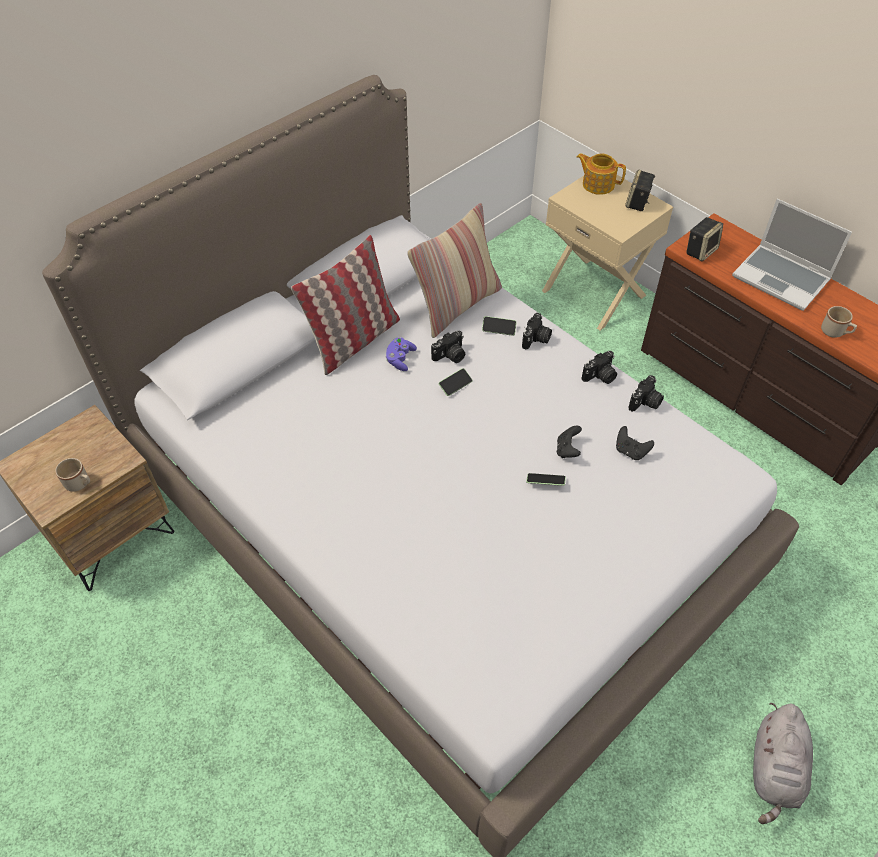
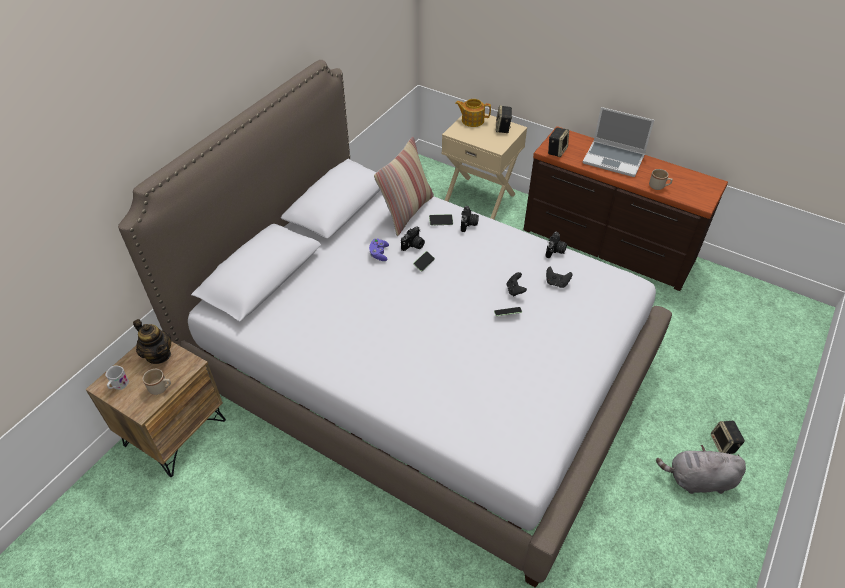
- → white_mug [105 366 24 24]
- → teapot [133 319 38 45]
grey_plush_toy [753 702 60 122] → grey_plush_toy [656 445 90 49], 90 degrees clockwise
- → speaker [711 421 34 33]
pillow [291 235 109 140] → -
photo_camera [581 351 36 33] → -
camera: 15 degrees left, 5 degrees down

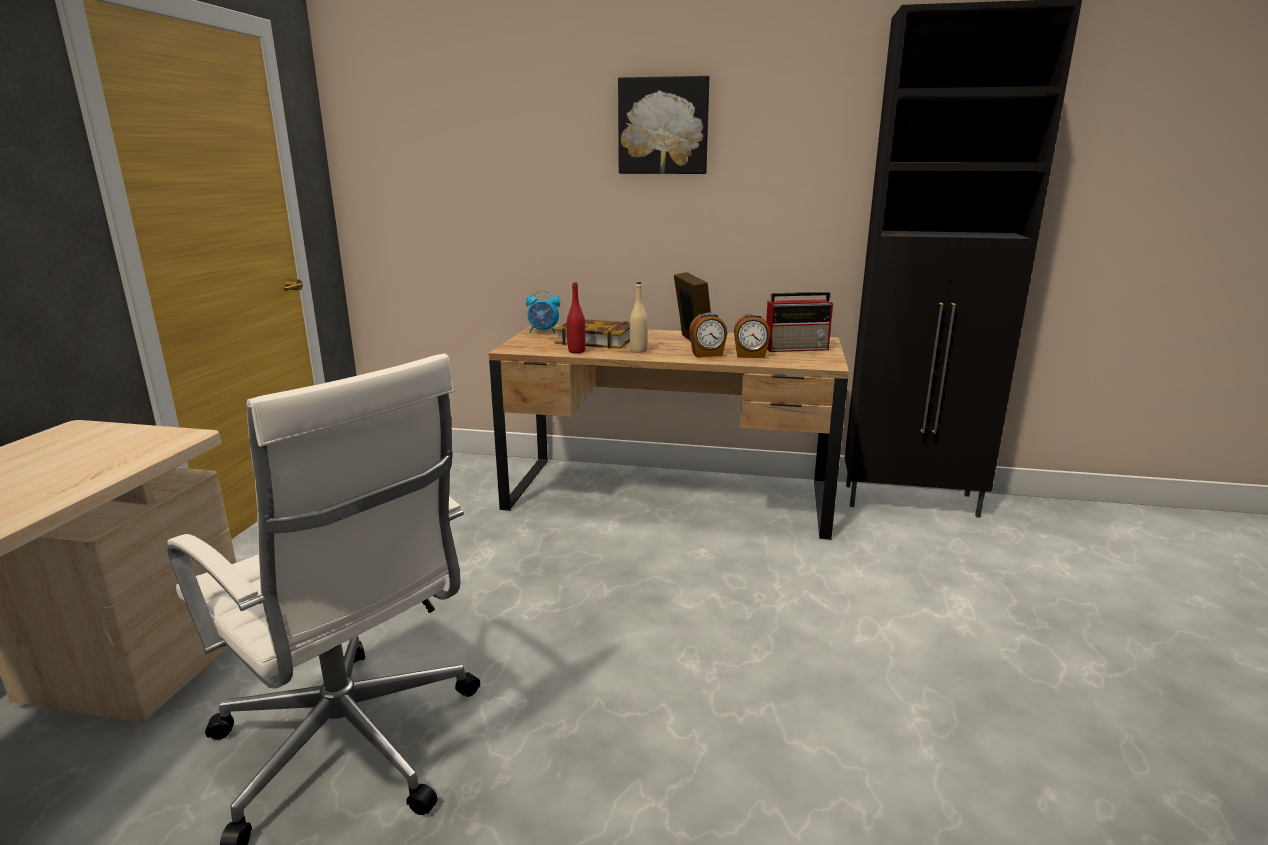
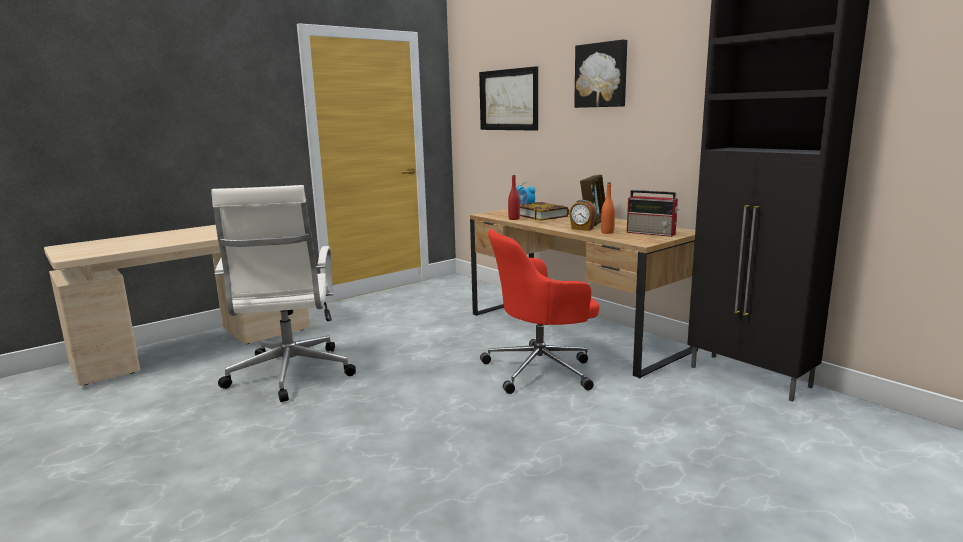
- → picture [479 66 59 65]
- → red_office_chair [480 229 119 165]
alarm_clock [734 313 36 45] → orange_bottle [601 182 14 52]
beige_bottle [630 282 18 71] → -
camera: 40 degrees right, 5 degrees down

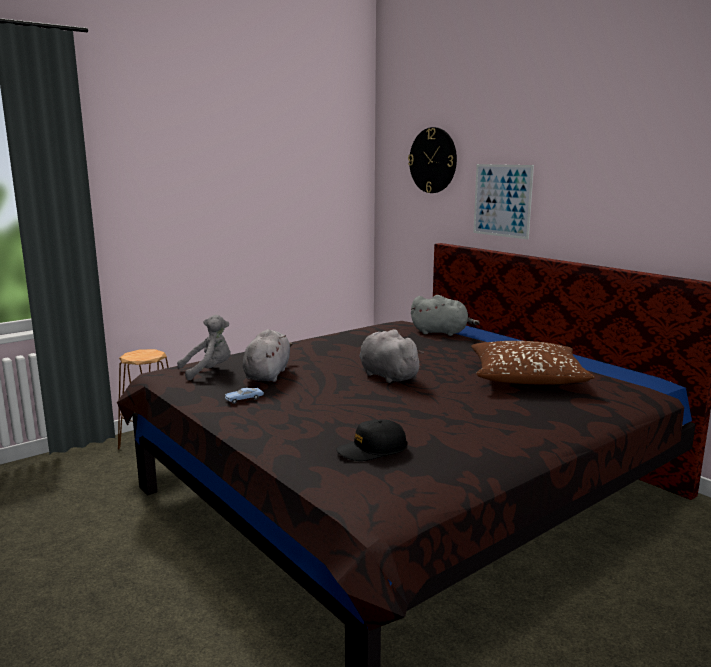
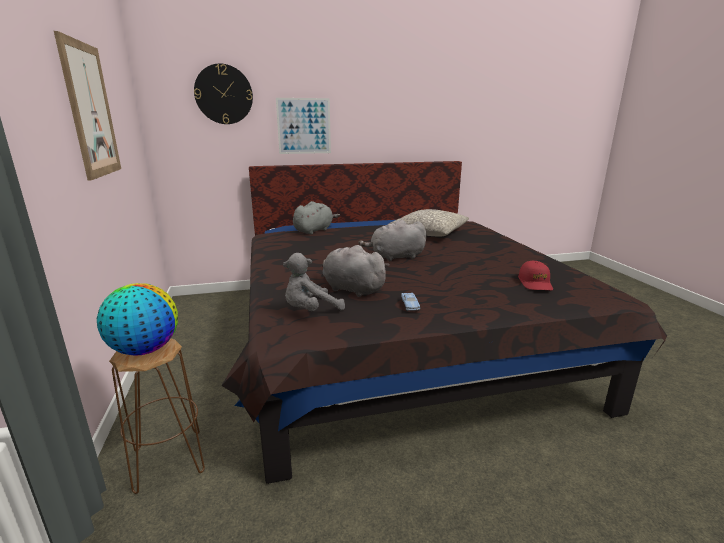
- → picture [54 31 67 150]
- → globe [97 283 81 73]
grey_plush_toy [177 315 54 66] → grey_plush_toy [283 253 62 58], 120 degrees counterclockwise
brown_pillow [471 341 124 43] → grey_pillow [391 209 78 28]
black_cap [336 419 71 42] → red_cap [518 261 35 29]
camera: 65 degrees left, 5 degrees up

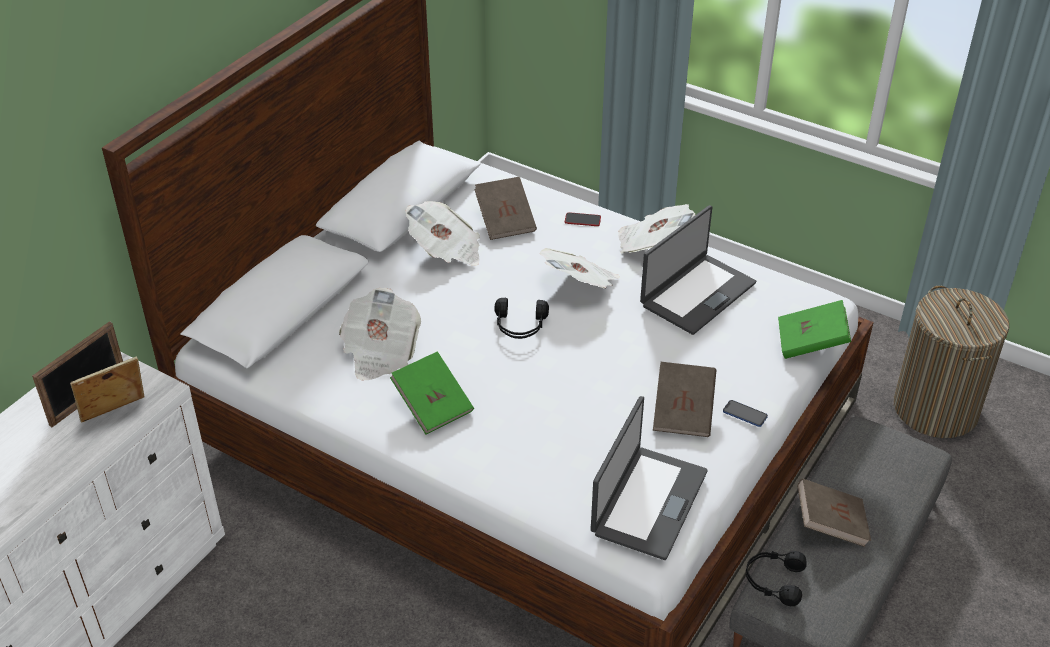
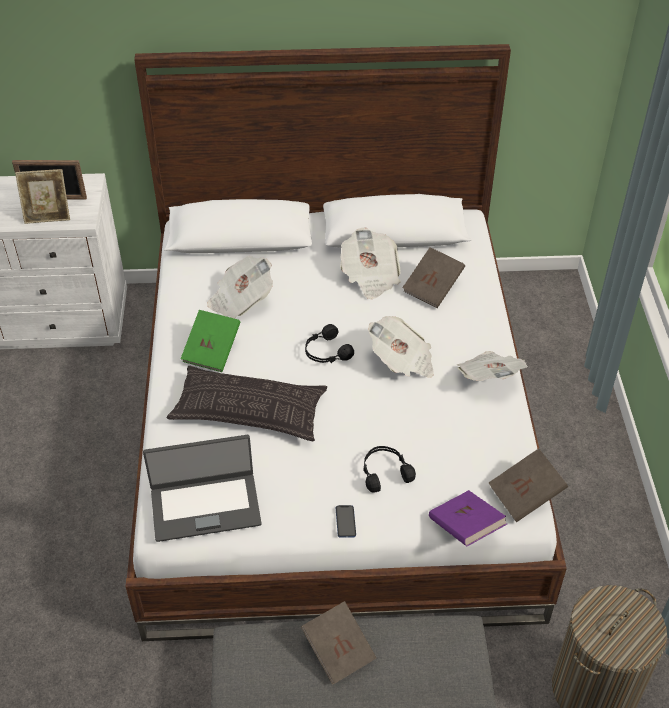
picture_frame [70 356 74 67] → picture_frame [15 169 55 55], 150 degrees clockwise
- → pillow [167 366 160 75]
black_headphones [746 551 61 55] → black_headphones [364 446 52 46], shifted
green_book [778 300 73 59] → purple_book [429 490 78 57]
brown_book [653 362 63 75] → brown_book [489 448 79 74], shifted
phone [565 212 36 14] → -
laptop [640 205 116 130] → -
camera: 55 degrees right, 5 degrees up

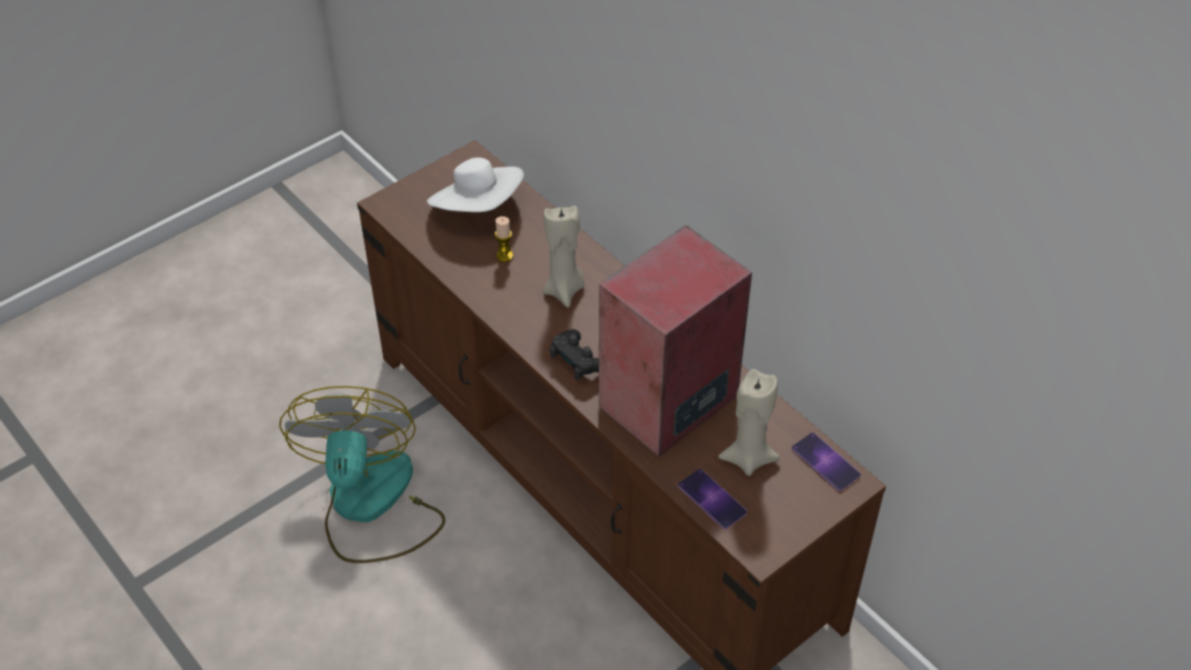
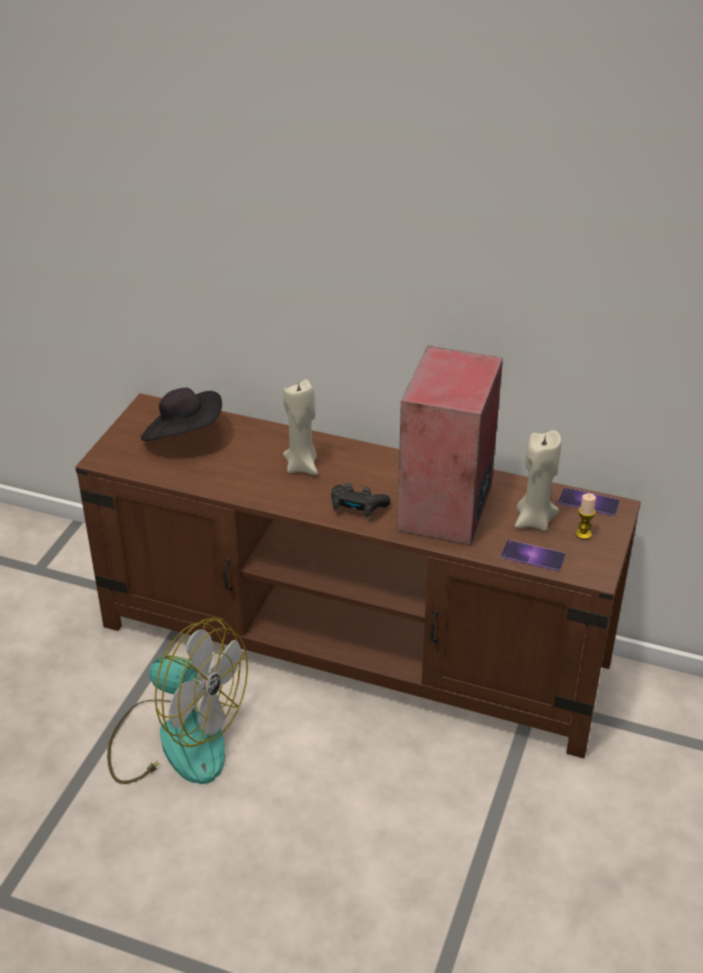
fan [279 386 167 177] → fan [107 618 141 166], 150 degrees clockwise
white_hat [427 158 97 54] → black_hat [141 388 81 53]
candle [495 216 18 46] → candle [575 493 21 47], shifted
camera: 30 degrees left, 10 degrees down

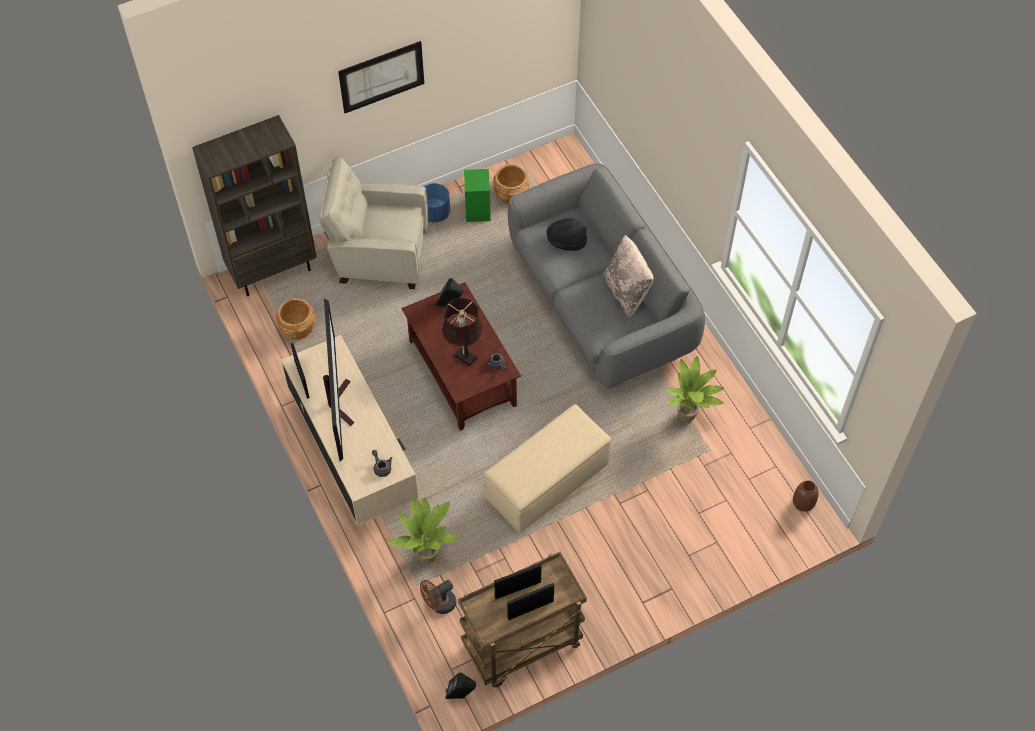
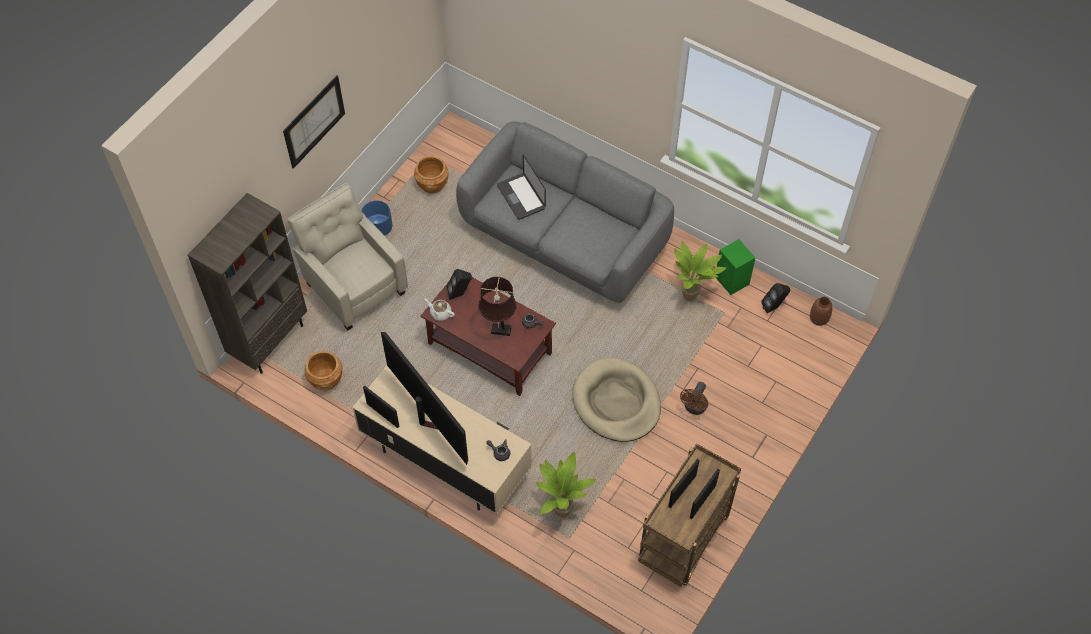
beige_armchair [318 157 111 132] → beige_armchair [287 183 121 147], 75 degrees clockwise
- → white_teapot [424 299 31 22]
black_hat [547 218 40 33] → laptop [497 155 49 65]
beige_ottoman [484 404 127 128] → beige_dog_bed [572 357 89 85]
brown_fan [420 580 36 34] → brown_fan [680 382 28 33], shifted
green_speaker [464 169 27 53] → green_speaker [716 239 40 56], shifted
black_speaker [446 673 30 26] → black_speaker [761 283 29 31], shifted
beige_pillow [604 235 50 83] → -
camera: 30 degrees left, 0 degrees up

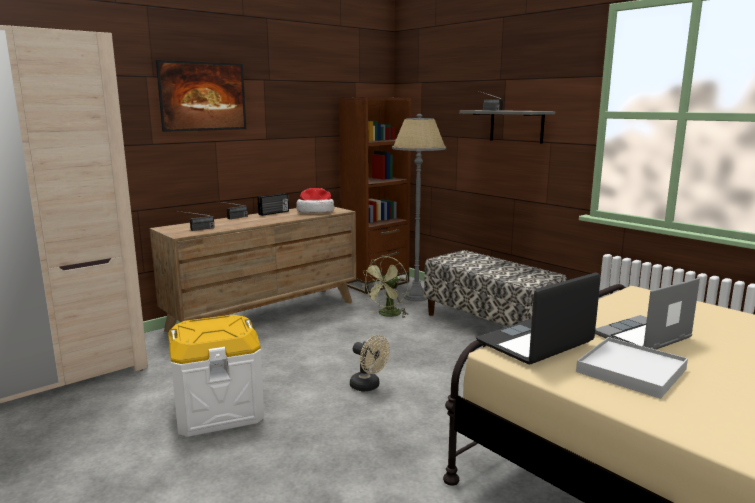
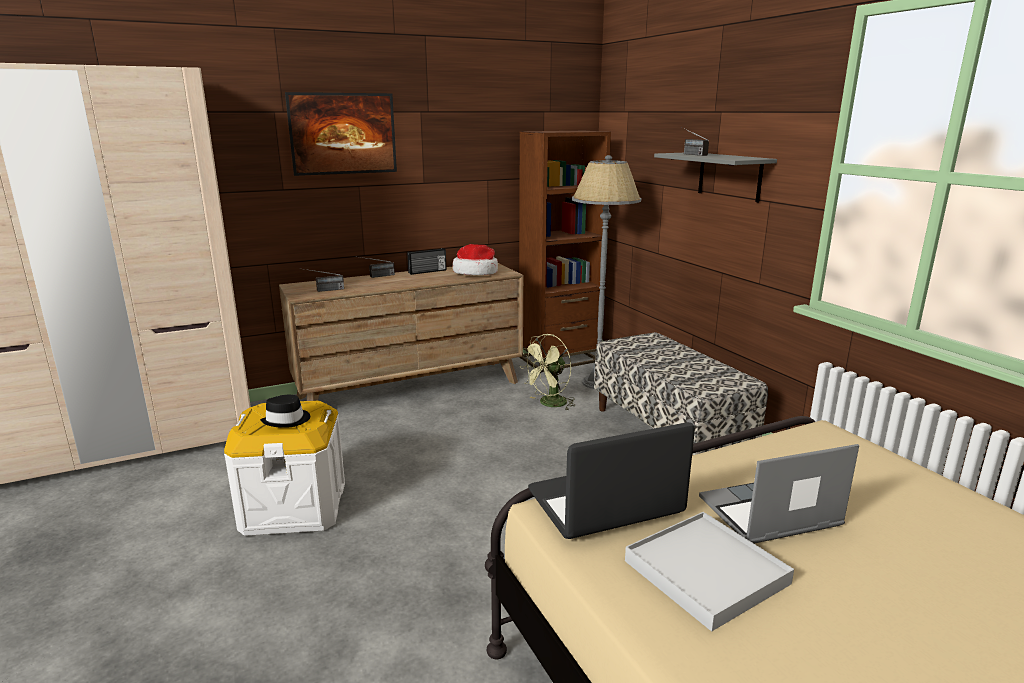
- → black_hat [260 395 50 33]
beige_fan [350 335 40 56] → -
camera: 15 degrees right, 5 degrees up

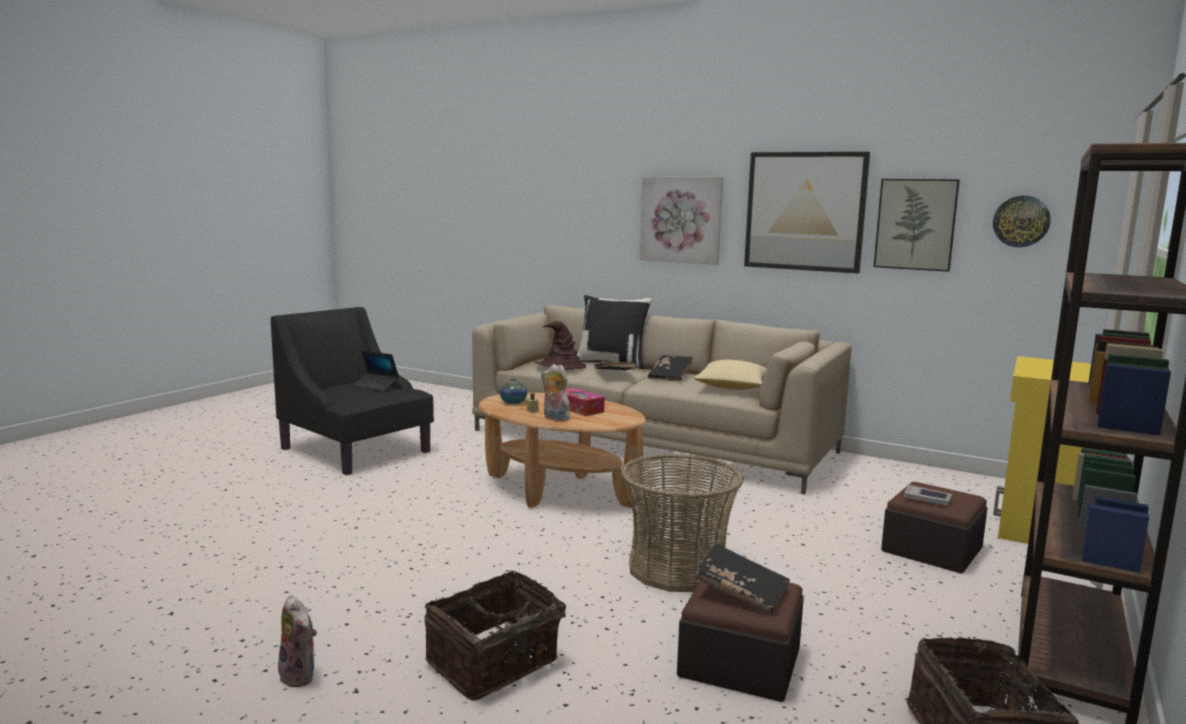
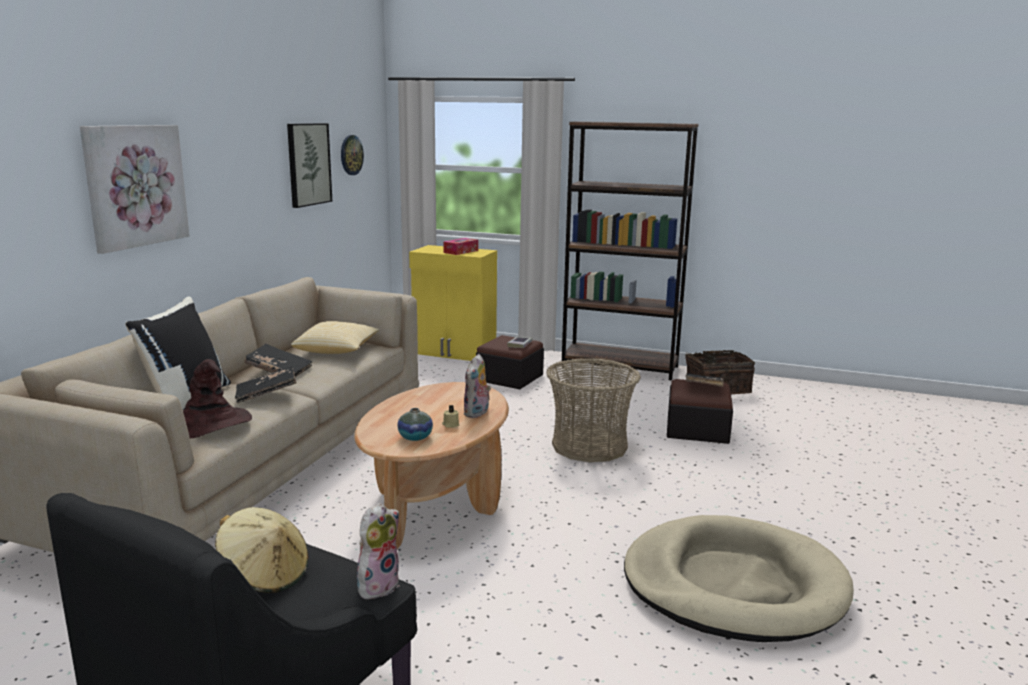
laptop [352 350 47 41] → beige_hat [215 507 93 86]
plush_toy [278 595 39 93] → plush_toy [357 503 42 97], shifted
tissue_box [566 388 39 28] → tissue_box [443 238 35 17], shifted
- → beige_dog_bed [624 515 230 127]
basket [425 570 149 131] → -
picture [744 152 126 121] → -
camera: 100 degrees left, 5 degrees up

